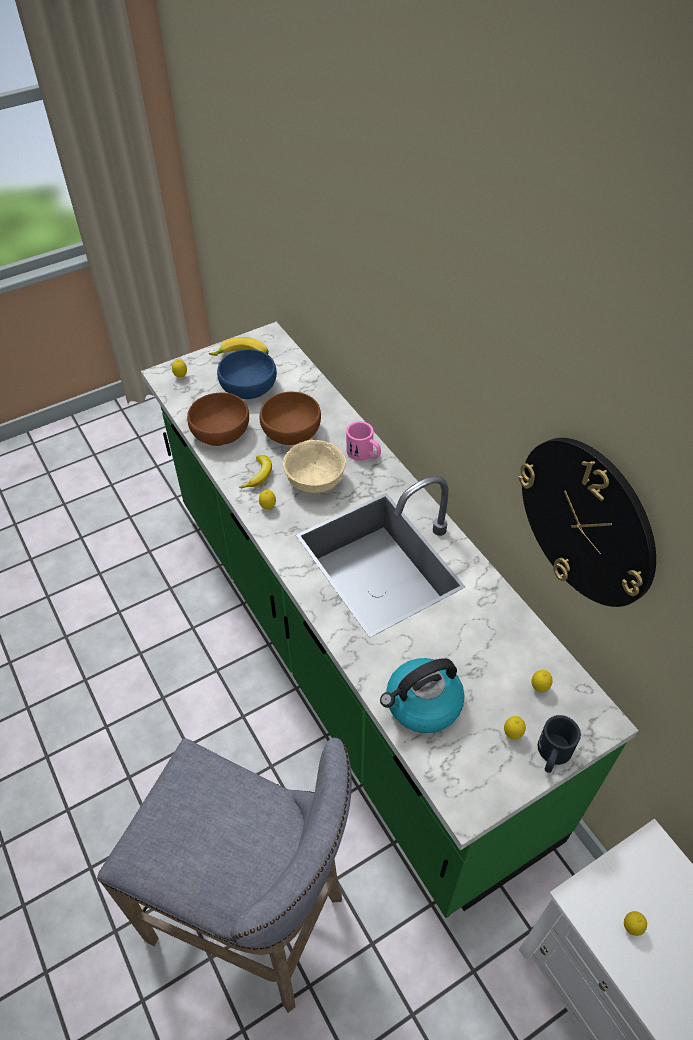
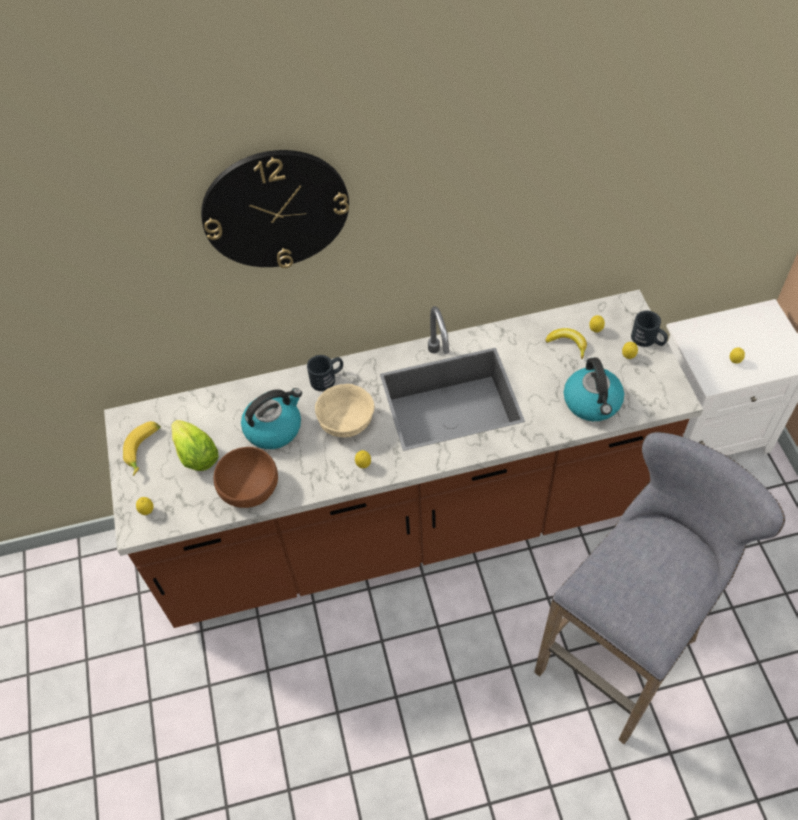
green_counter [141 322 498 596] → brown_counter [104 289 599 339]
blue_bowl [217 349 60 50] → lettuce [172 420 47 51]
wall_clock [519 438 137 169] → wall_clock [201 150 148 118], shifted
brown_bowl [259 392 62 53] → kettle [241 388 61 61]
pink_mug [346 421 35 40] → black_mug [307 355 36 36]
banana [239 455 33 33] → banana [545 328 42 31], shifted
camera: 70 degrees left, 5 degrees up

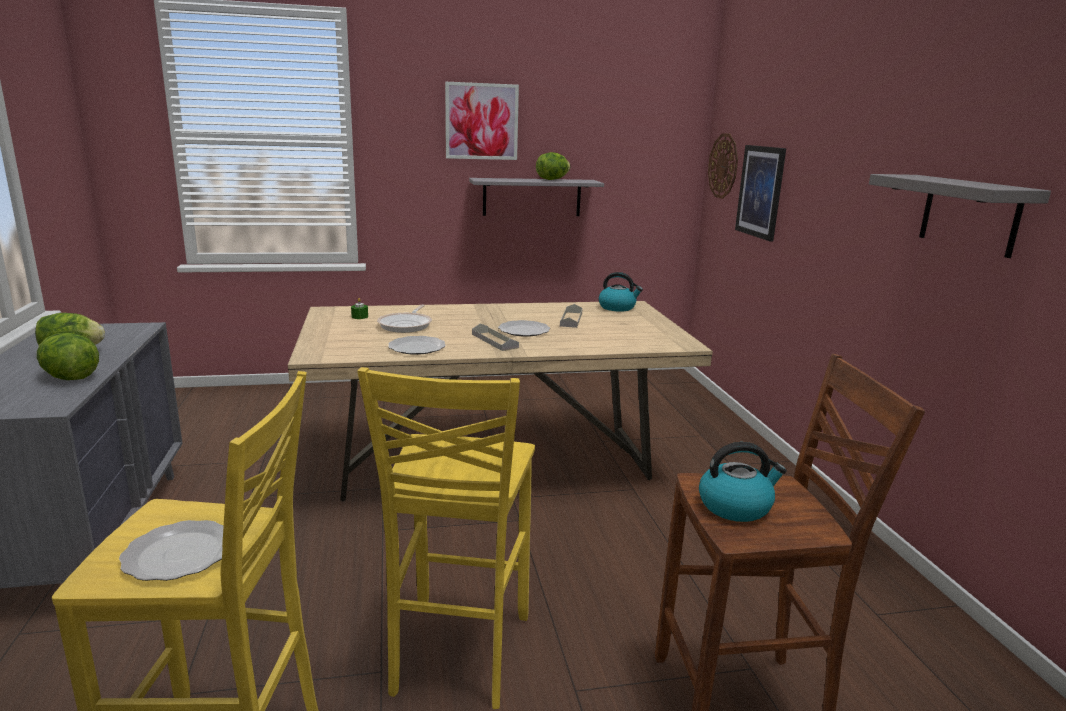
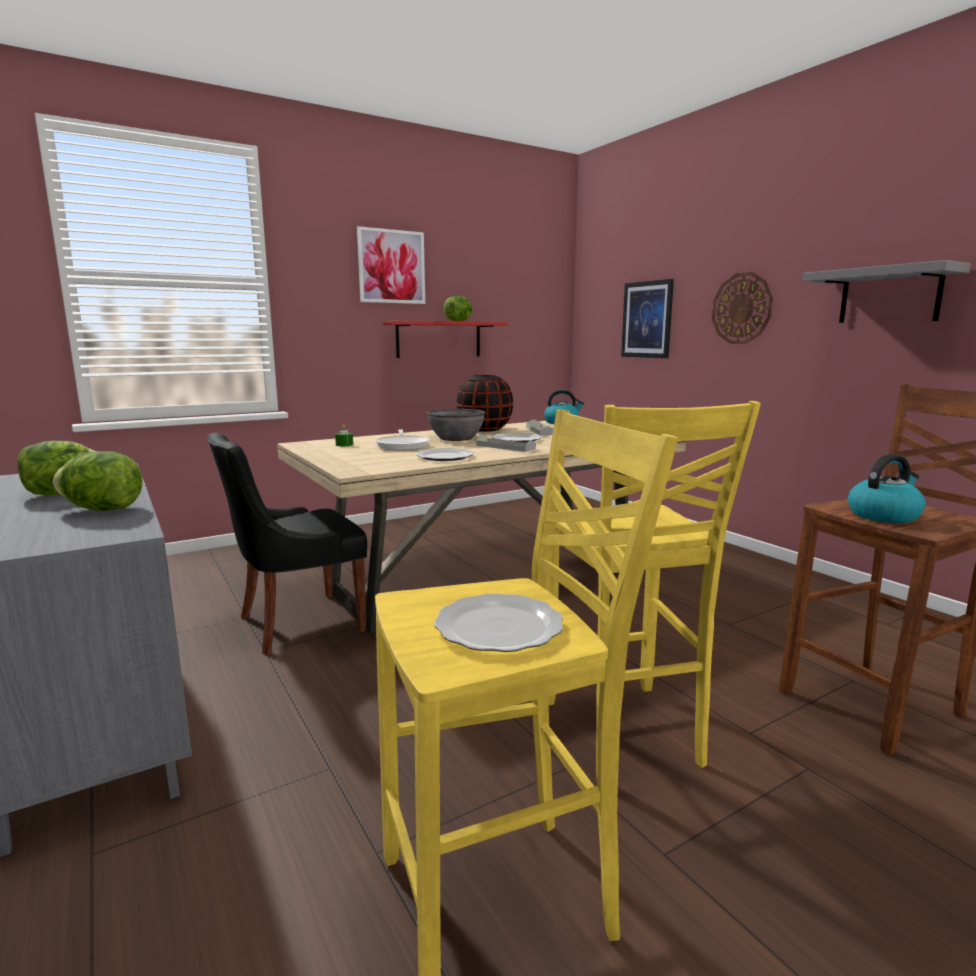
- → black_chair [207 433 160 221]
grey_shelf [469 178 135 38] → red_shelf [383 320 125 38]
- → grey_bowl [427 409 59 32]
- → black_vase [457 375 56 57]
wall_clock [708 133 30 66] → wall_clock [712 272 61 72], shifted
camera: 20 degrees left, 5 degrees down

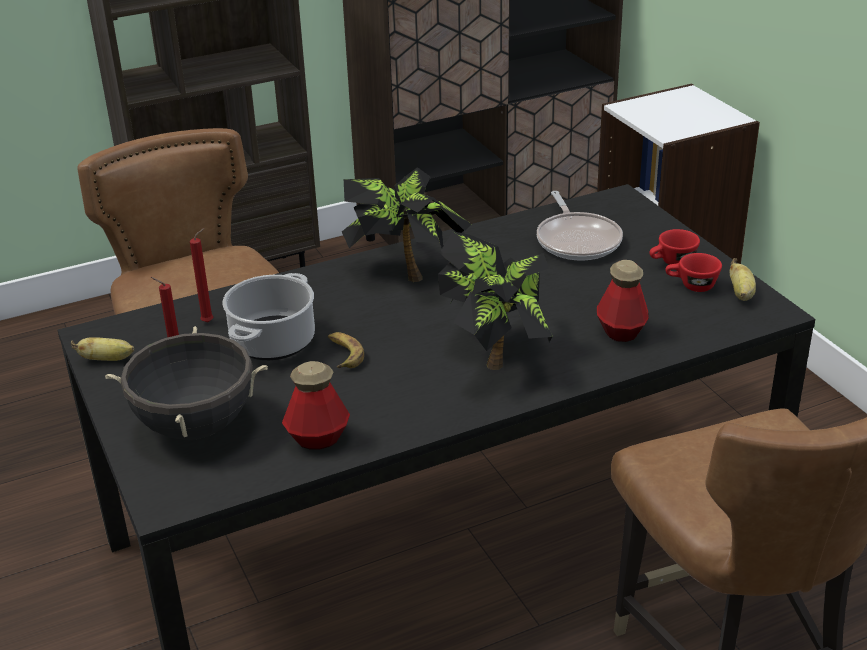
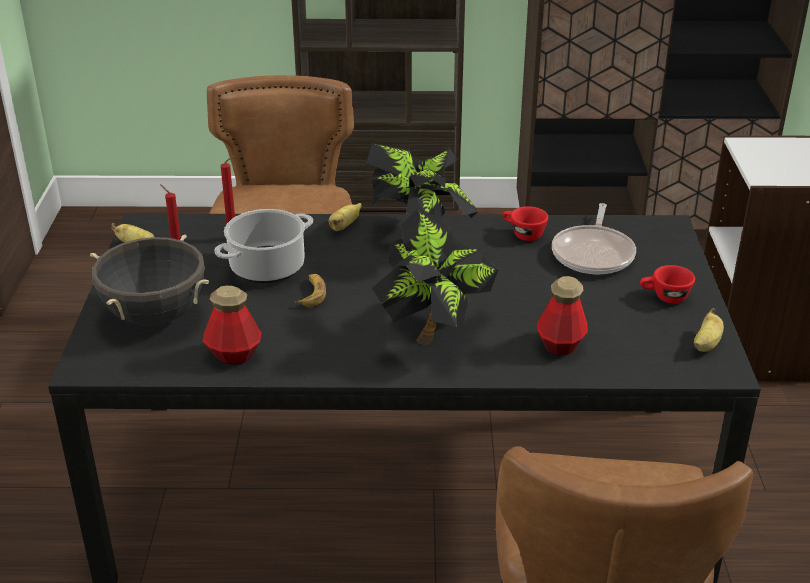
- → banana [329 203 33 28]
red_cup [665 253 57 39] → red_cup [502 206 46 35], shifted
camera: 25 degrees right, 0 degrees up

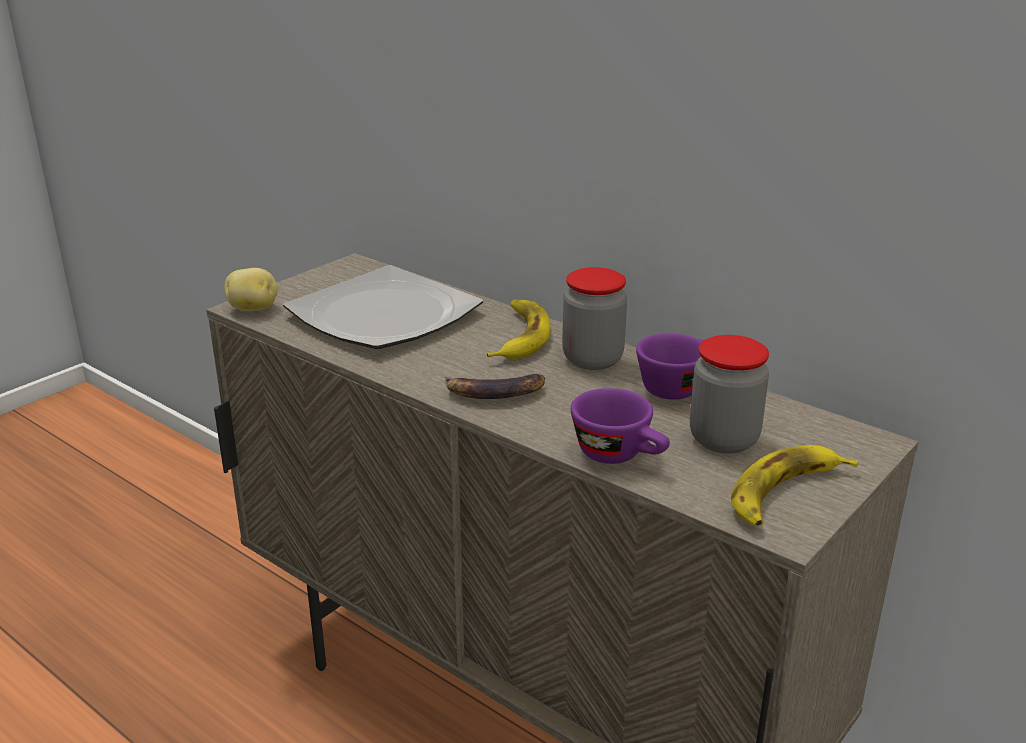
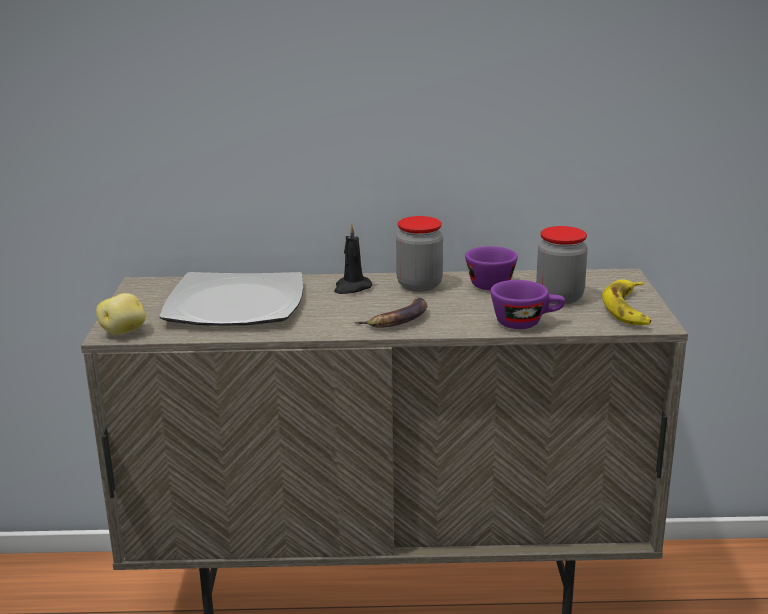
banana [487 300 64 59] → black_candle [334 224 38 70]
camera: 40 degrees left, 5 degrees down

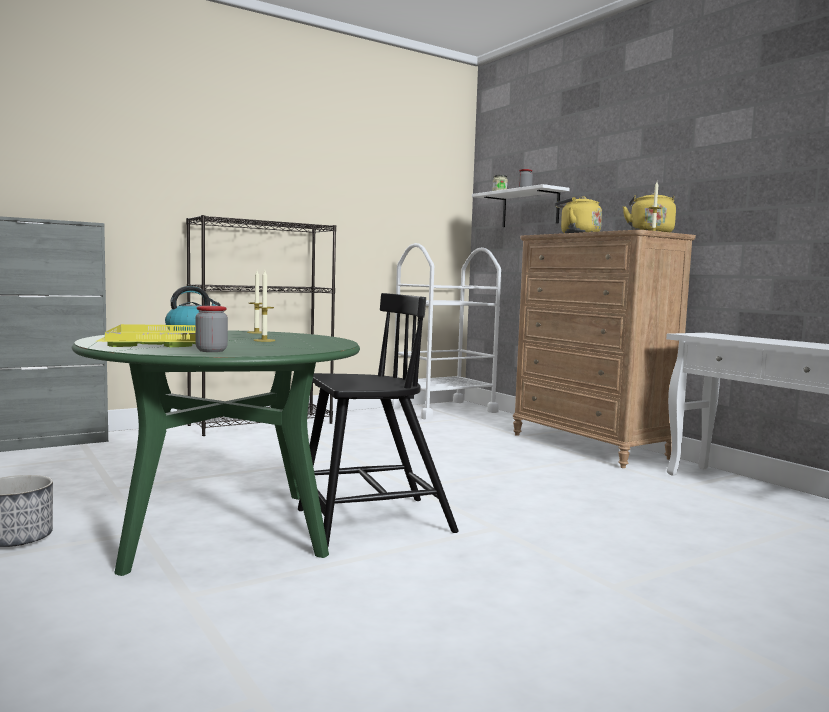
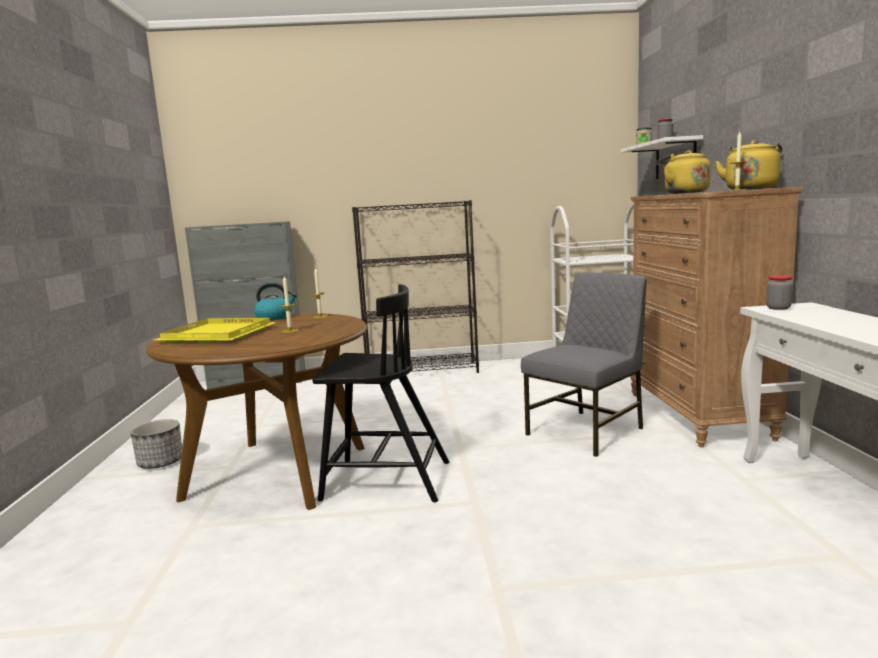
green_dining_table [72 330 288 246] → brown_dining_table [146 313 221 197]
- → grey_chair [521 272 126 185]
jar [195 306 33 46] → jar [766 275 27 35], shifted
camera: 30 degrees right, 5 degrees up

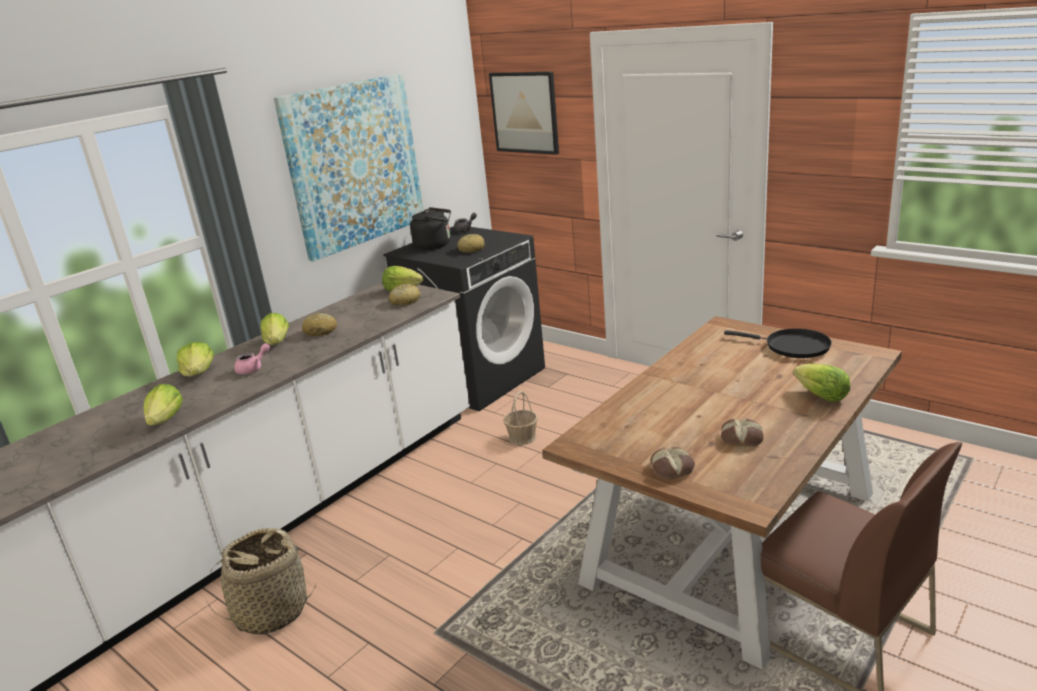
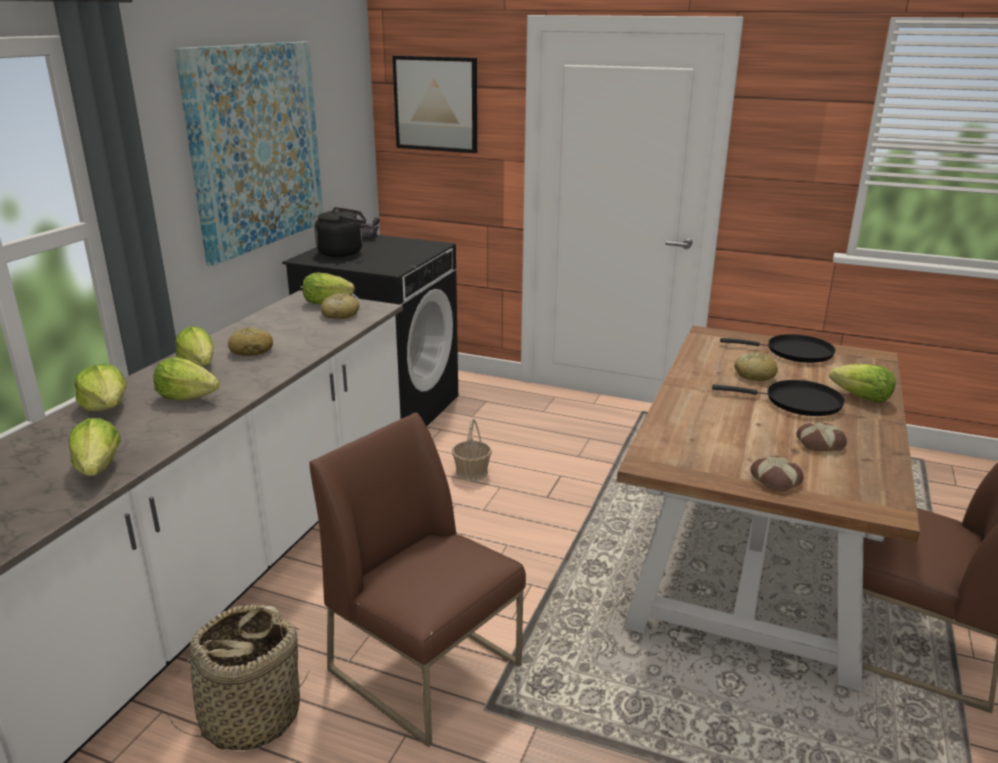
pink_teapot [234 343 36 31] → lettuce [153 357 67 43]
- → brown_chair [309 412 217 335]
- → black_frying_pan [712 380 133 36]
bread [457 234 28 19] → bread [734 352 44 29], shifted
camera: 20 degrees left, 0 degrees up

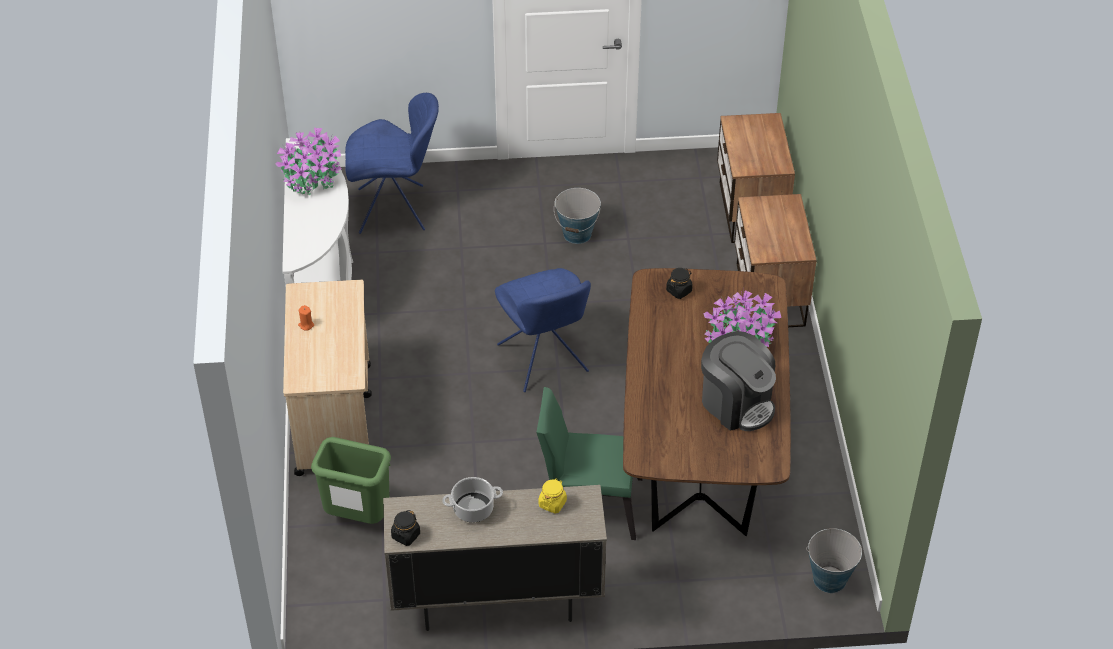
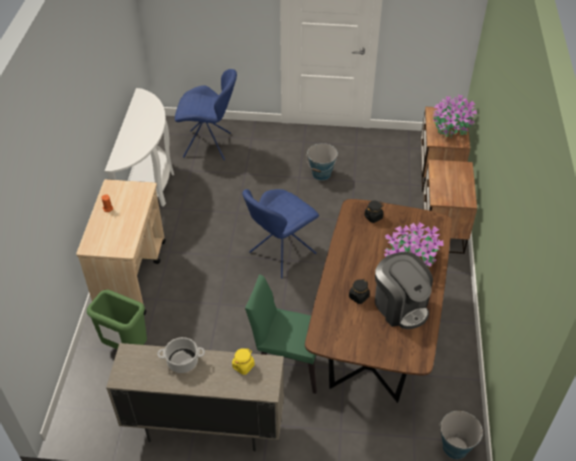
blue_chair [495 268 96 124] → blue_chair [242 189 77 90], 60 degrees clockwise
black_jar [391 510 29 36] → black_jar [349 279 21 25], shifted
potted_plant [275 128 66 67] → potted_plant [433 95 44 43], shifted
camera: 10 degrees right, 0 degrees up

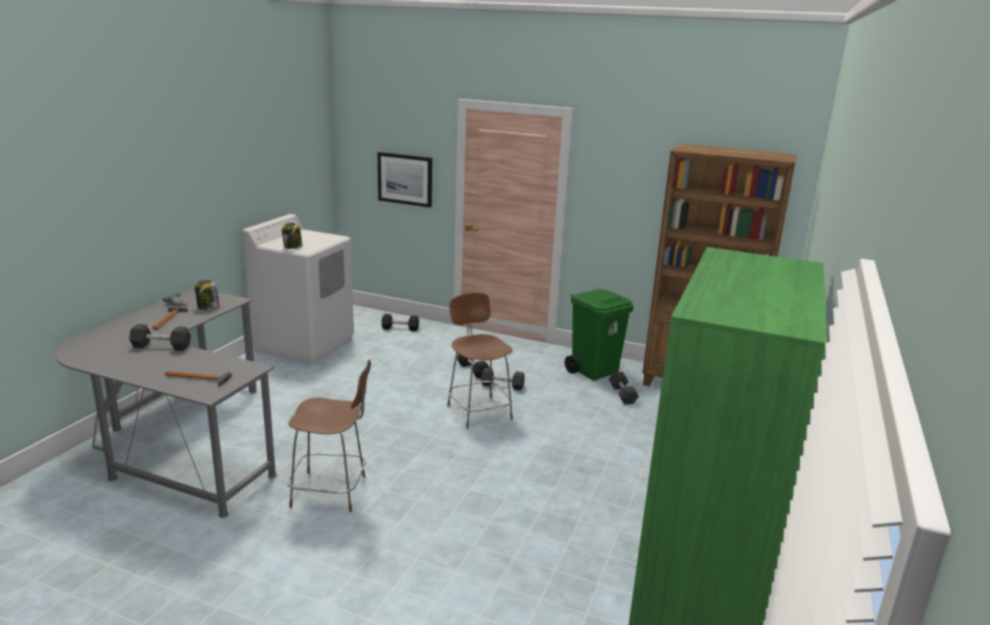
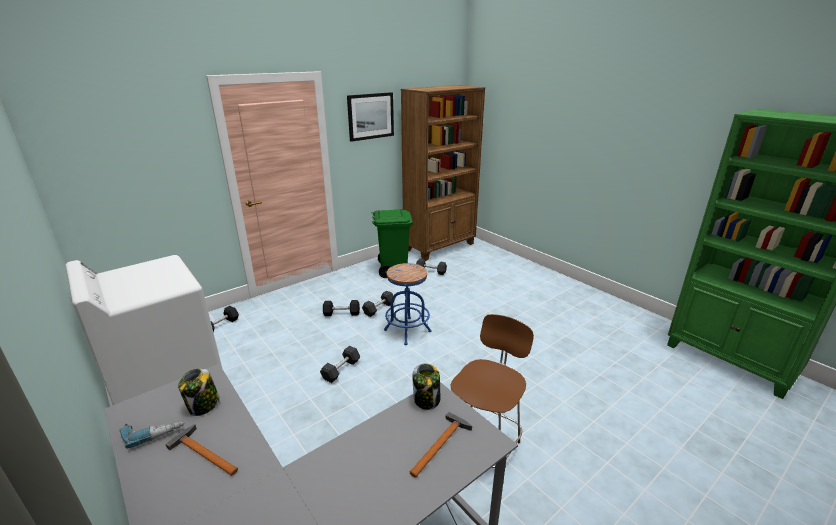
grey_dumbbell [129 324 62 27] → grey_dumbbell [320 346 41 37], shifted
picture [378 152 54 55] → picture [347 92 47 50], shifted
brown_chair [447 293 66 136] → blue_stool [384 263 48 82]
jar [282 222 20 27] → jar [412 363 28 47], shifted
camera: 60 degrees left, 5 degrees up

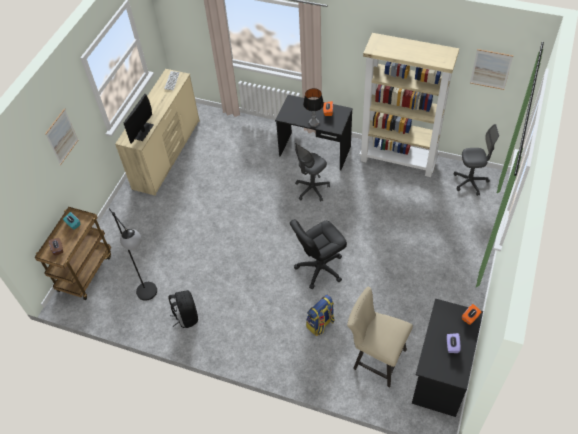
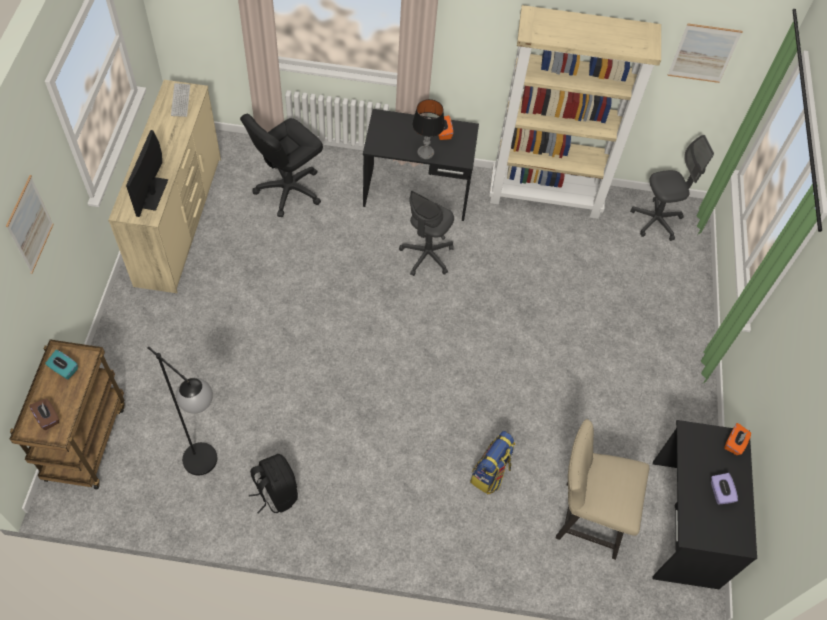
black_office_chair [290 219 57 70] → black_office_chair [240 114 83 103], shifted
camera: 20 degrees left, 5 degrees up

